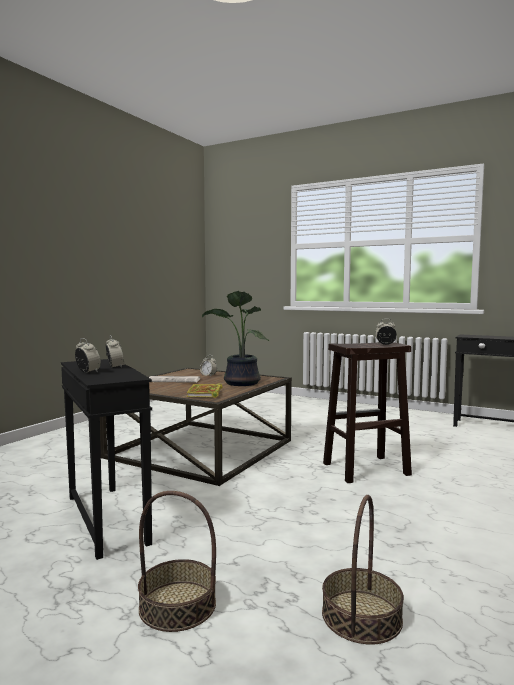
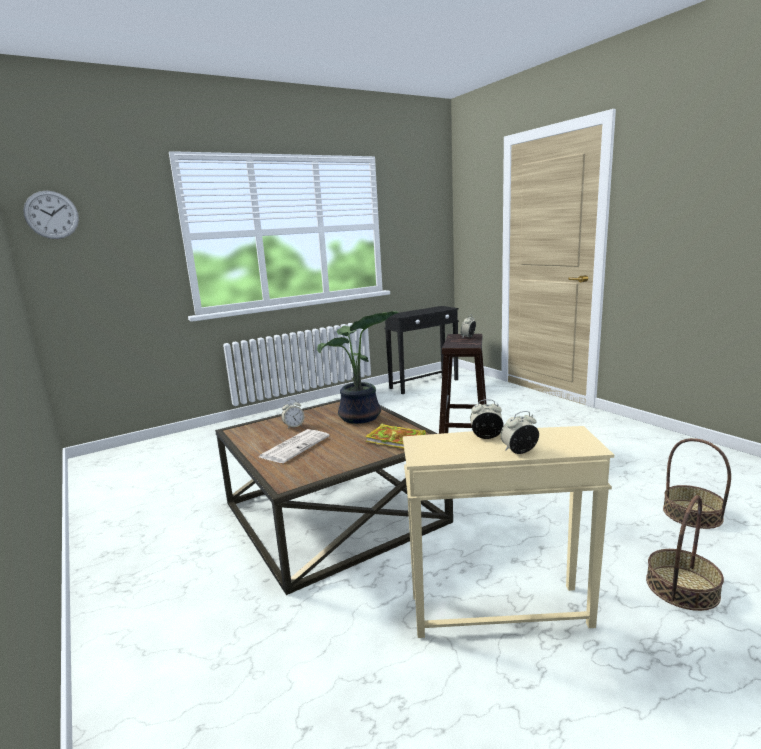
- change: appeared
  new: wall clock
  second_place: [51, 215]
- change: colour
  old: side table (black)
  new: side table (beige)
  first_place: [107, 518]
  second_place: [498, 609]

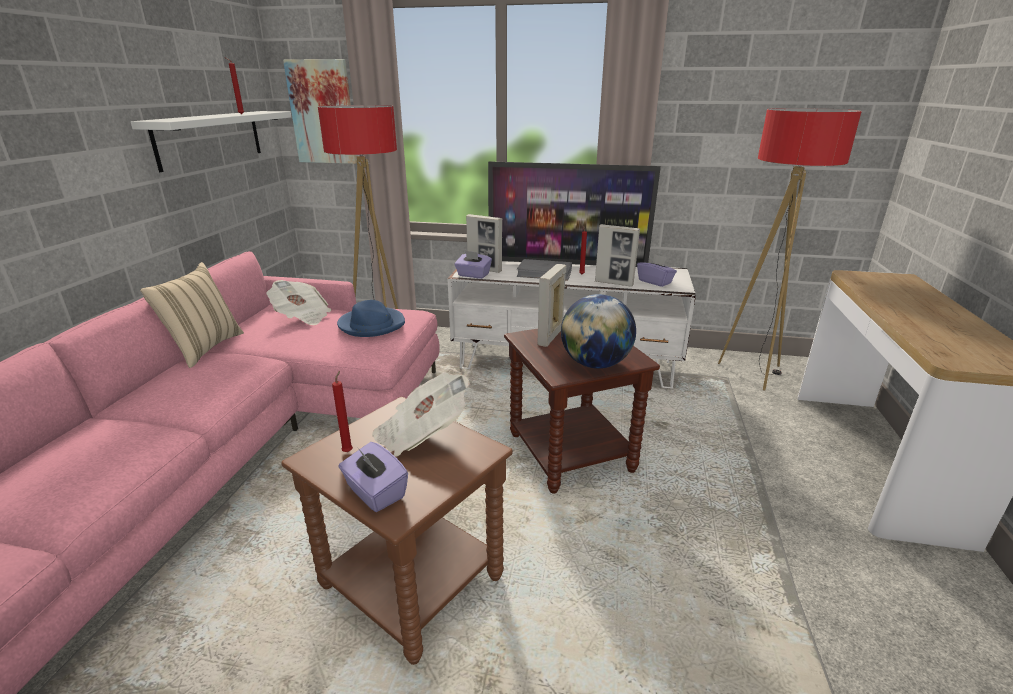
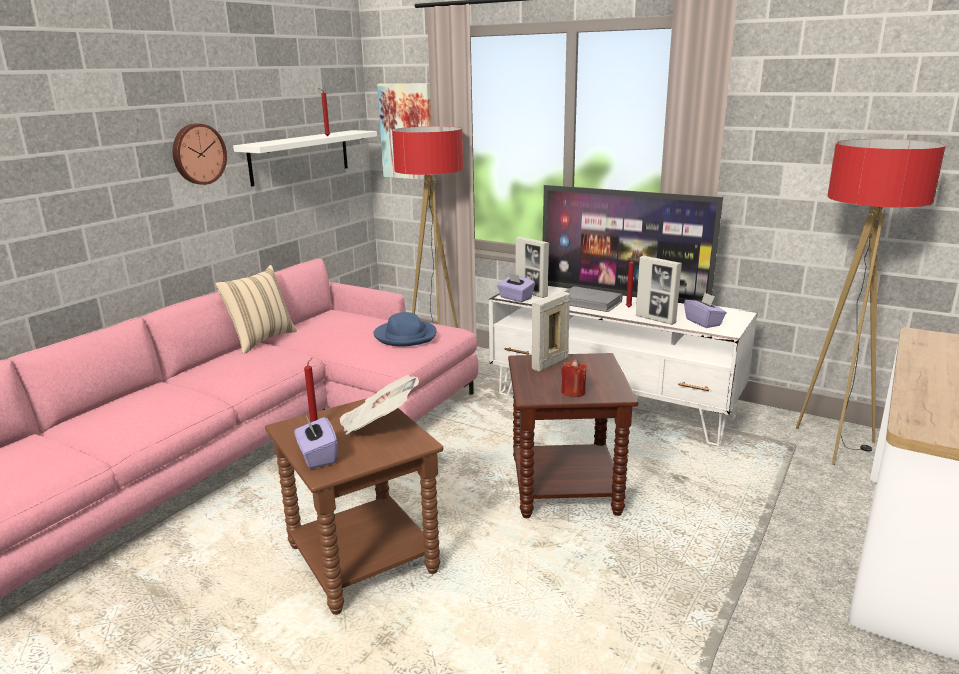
- change: missing
  old: newspaper
  first_place: [302, 316]
- change: appeared
  new: wall clock
  second_place: [198, 154]
- change: exchanged
  old: globe
  new: candle (red)
  first_place: [595, 364]
  second_place: [573, 392]

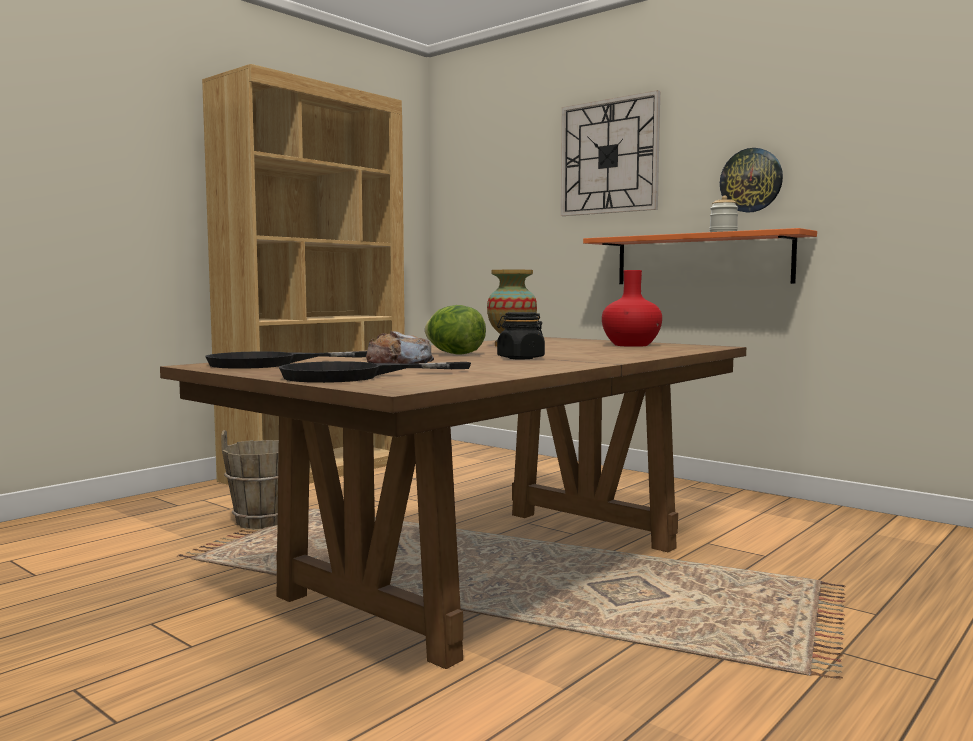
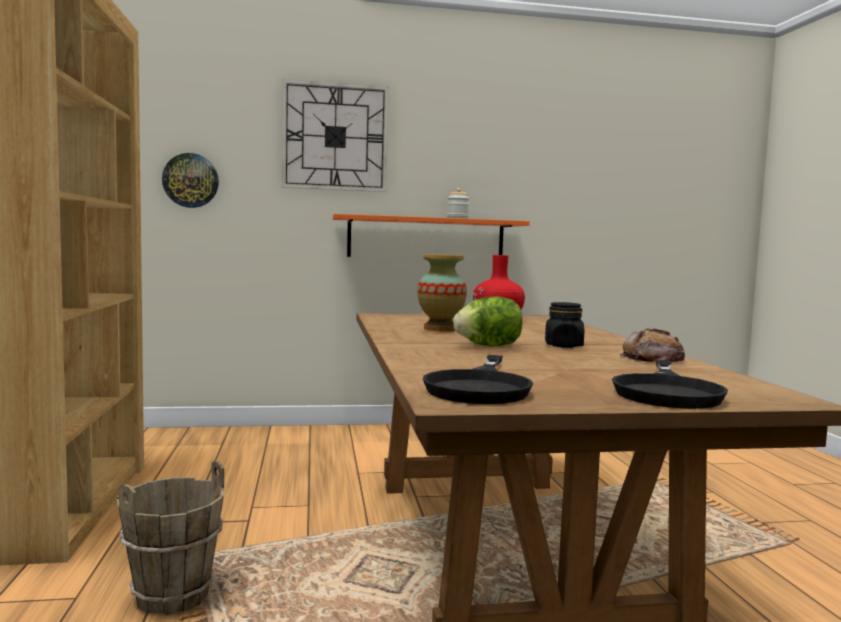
- change: relocated
  old: bread
  first_place: [399, 362]
  second_place: [653, 358]
- change: relocated
  old: wall clock
  first_place: [751, 180]
  second_place: [190, 180]

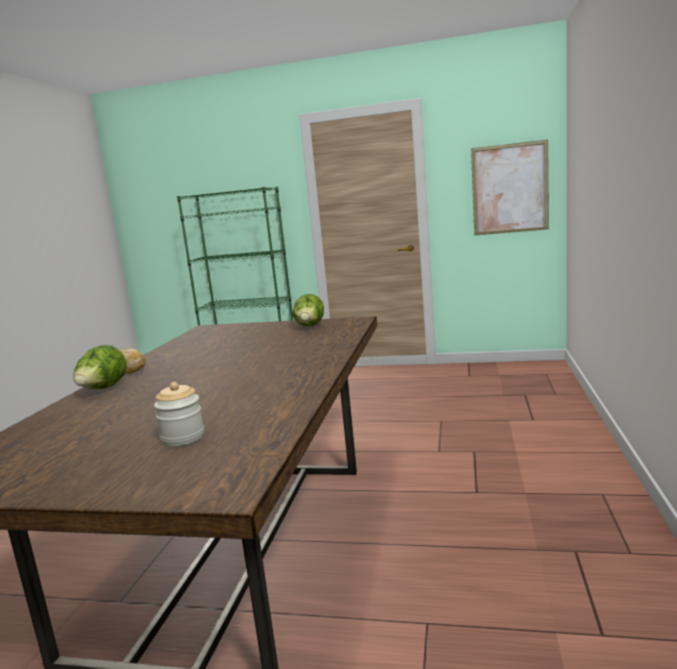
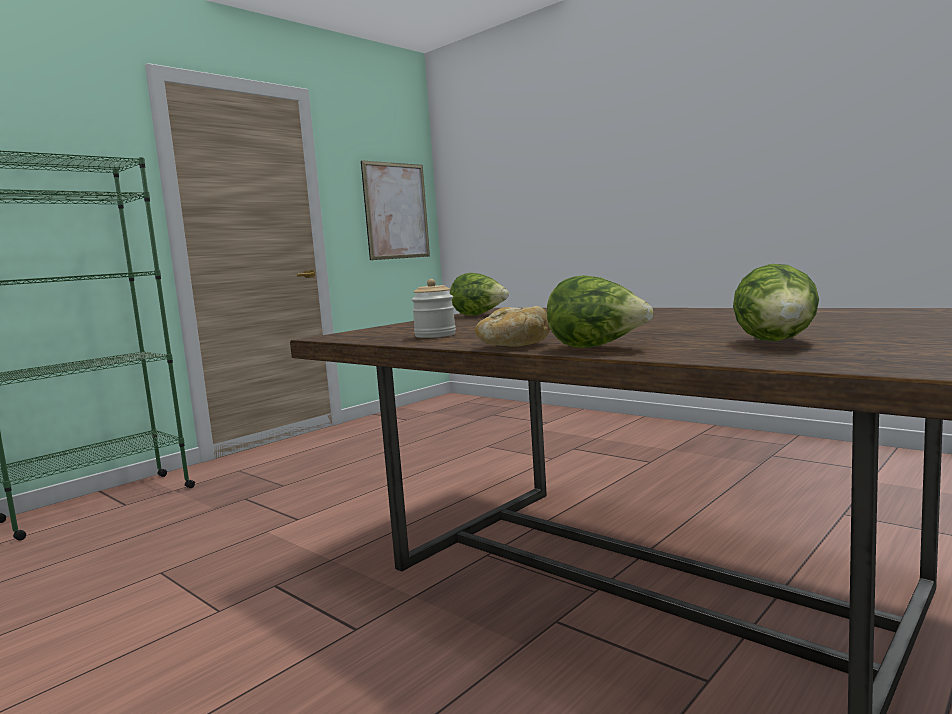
- change: appeared
  new: lettuce
  second_place: [777, 342]
- change: relocated
  old: jar
  first_place: [183, 437]
  second_place: [435, 335]

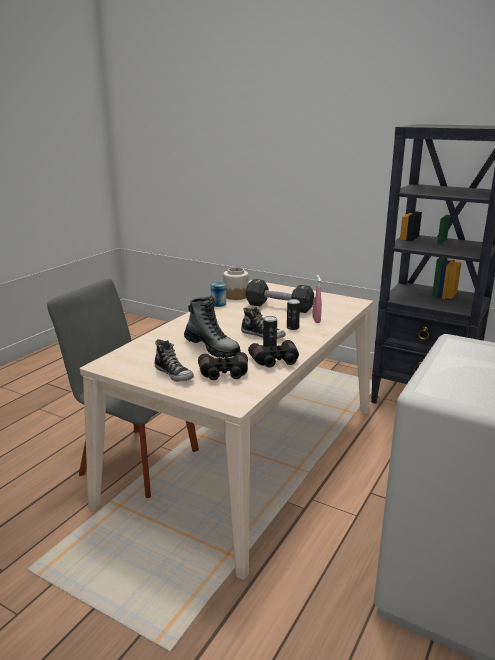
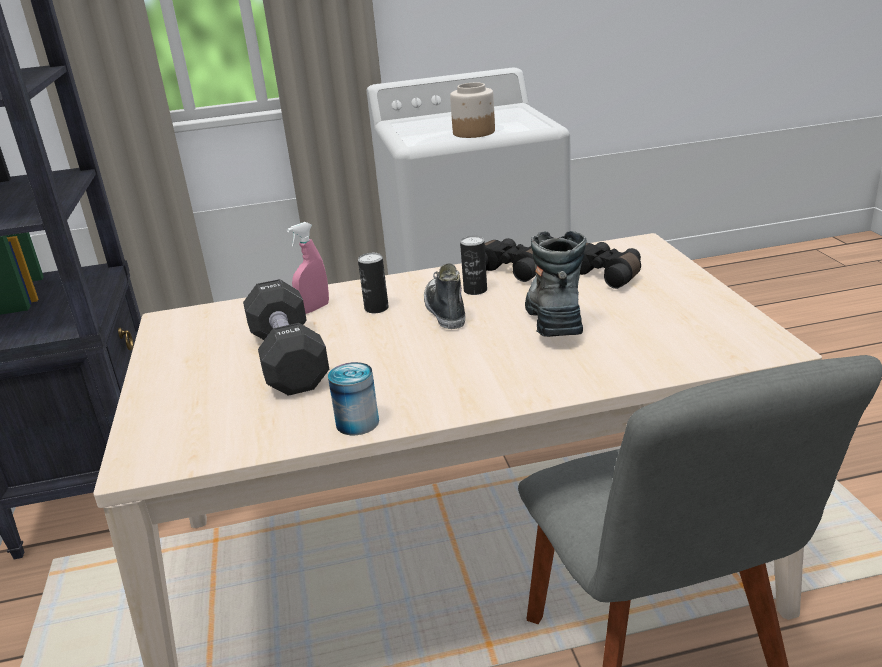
- change: missing
  old: shoe
  first_place: [174, 374]
- change: relocated
  old: jar
  first_place: [236, 295]
  second_place: [473, 132]

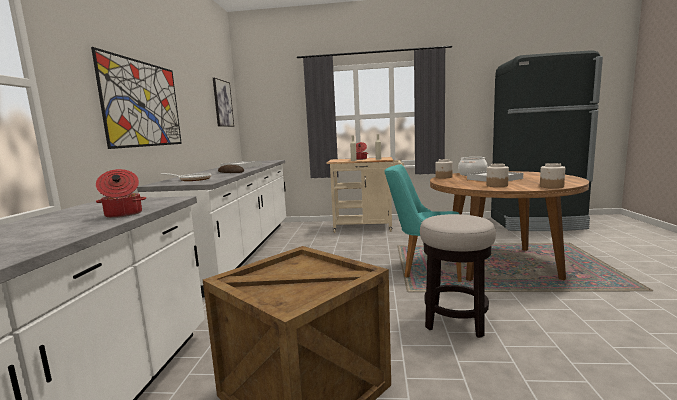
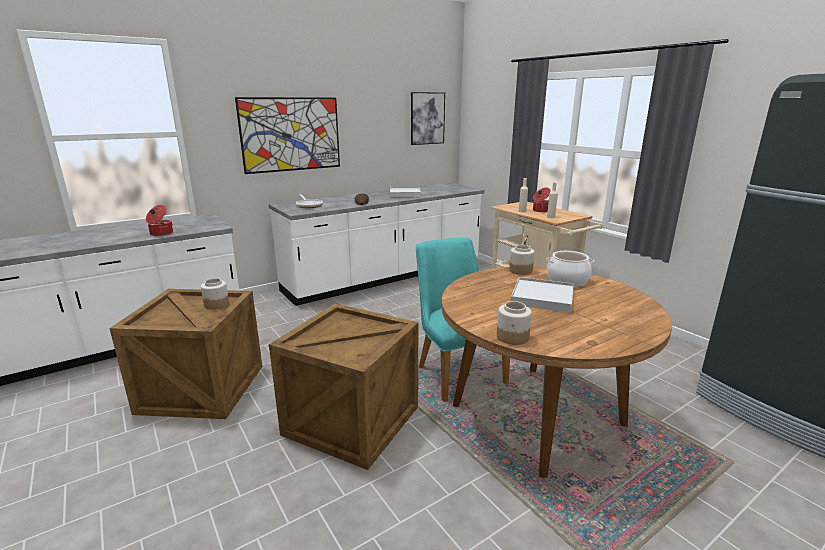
- change: relocated
  old: jar
  first_place: [496, 185]
  second_place: [217, 304]
- change: exchanged
  old: stool
  new: crate
  first_place: [455, 320]
  second_place: [349, 421]

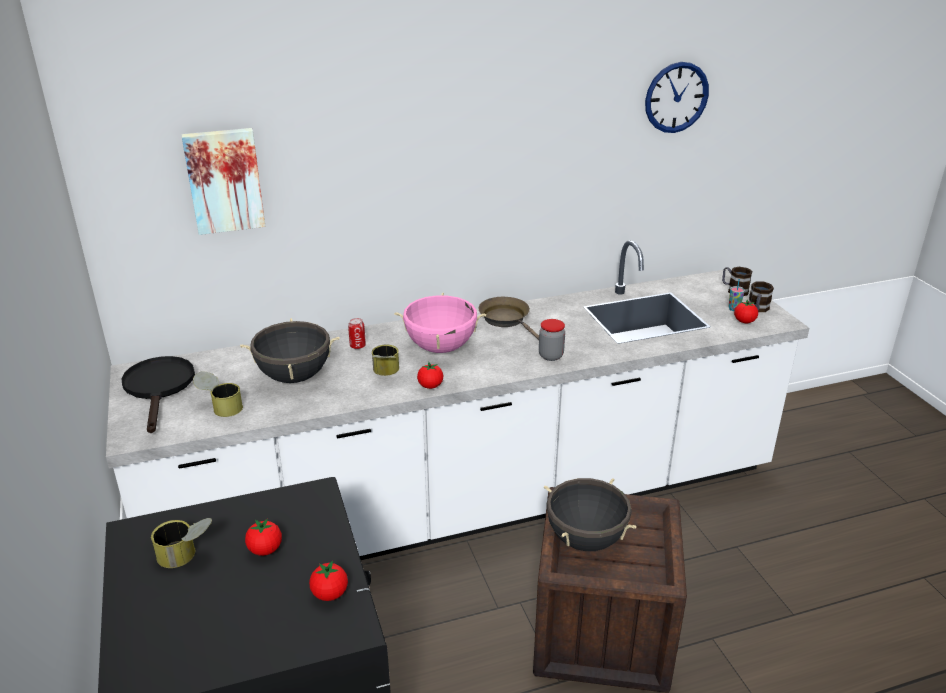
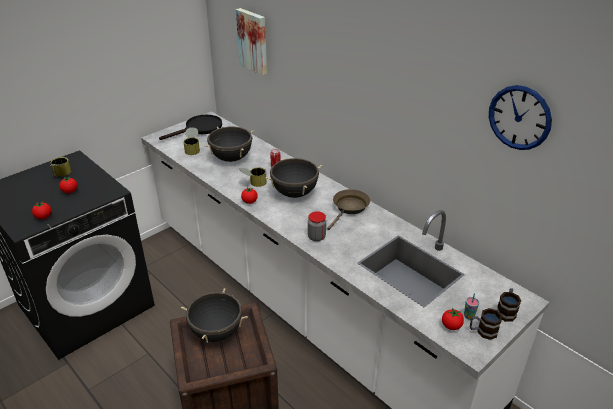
- change: colour
  old: cooking pot (pink)
  new: cooking pot (black)
  first_place: [440, 347]
  second_place: [294, 193]

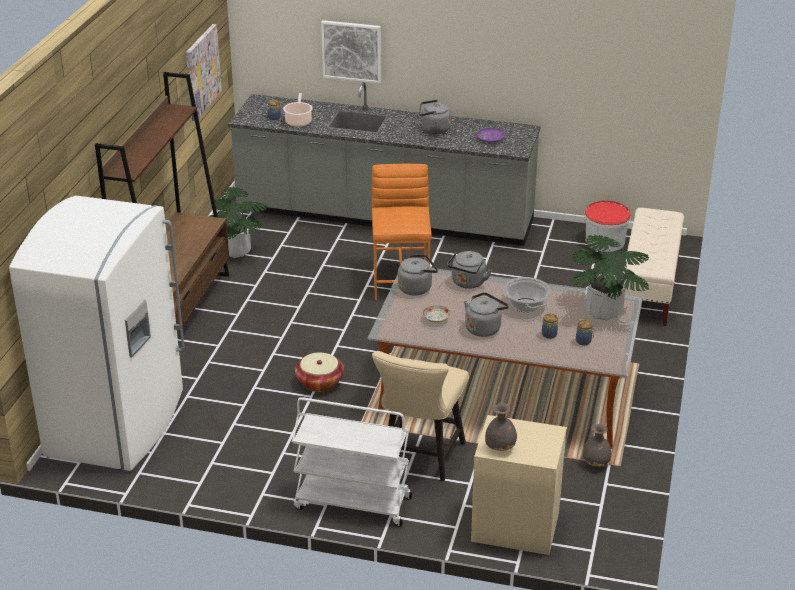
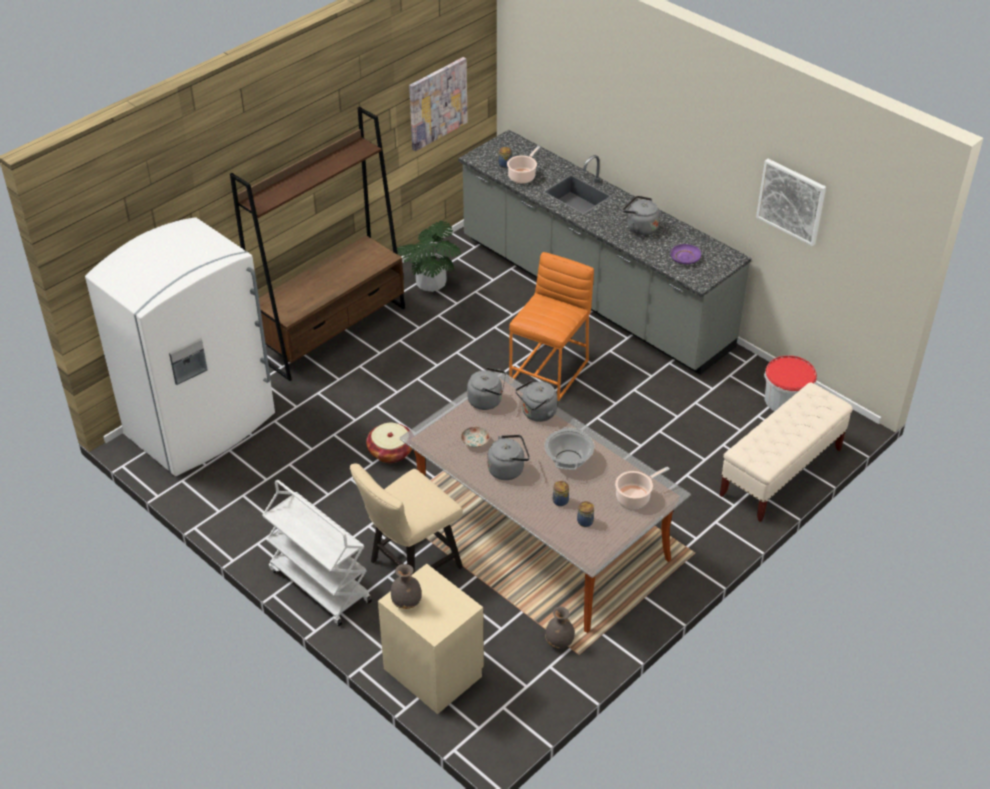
- change: relocated
  old: picture
  first_place: [351, 51]
  second_place: [791, 201]
- change: exchanged
  old: potted plant
  new: cooking pot
  first_place: [604, 312]
  second_place: [635, 497]

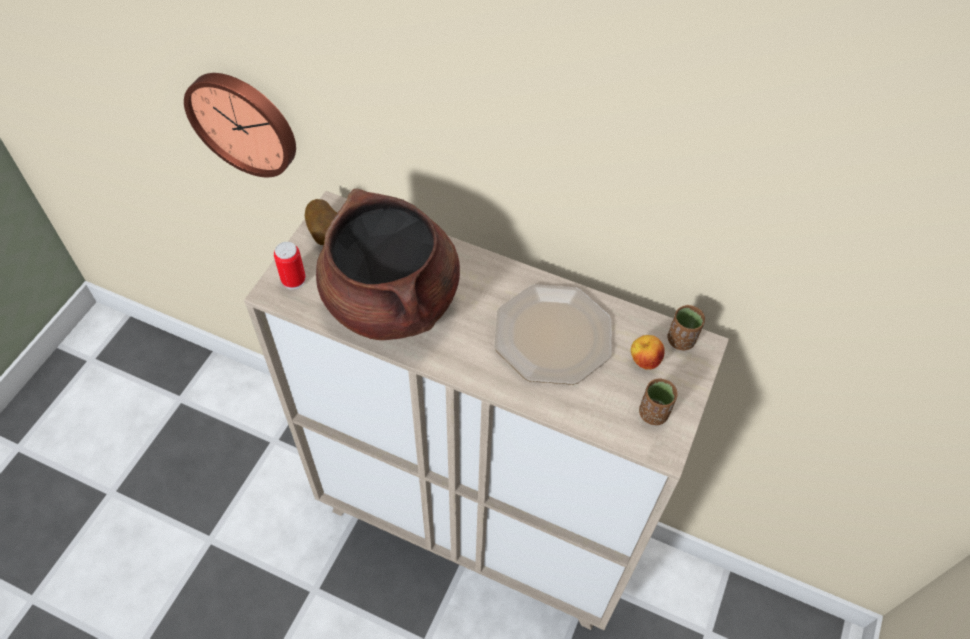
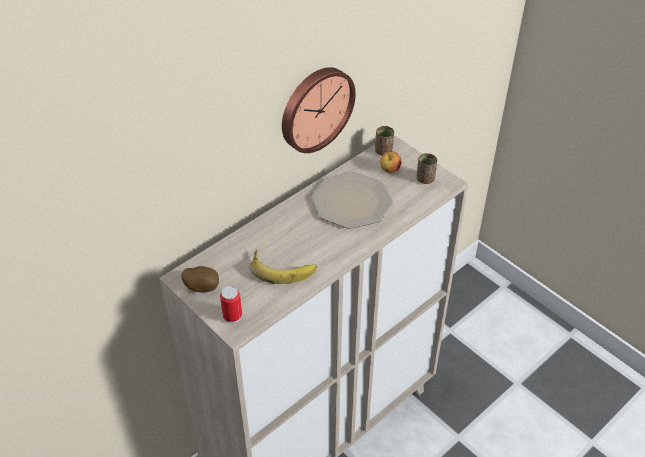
- change: relocated
  old: wall clock
  first_place: [244, 122]
  second_place: [315, 108]
- change: exchanged
  old: cooking pot (brown)
  new: banana
  first_place: [392, 301]
  second_place: [282, 268]

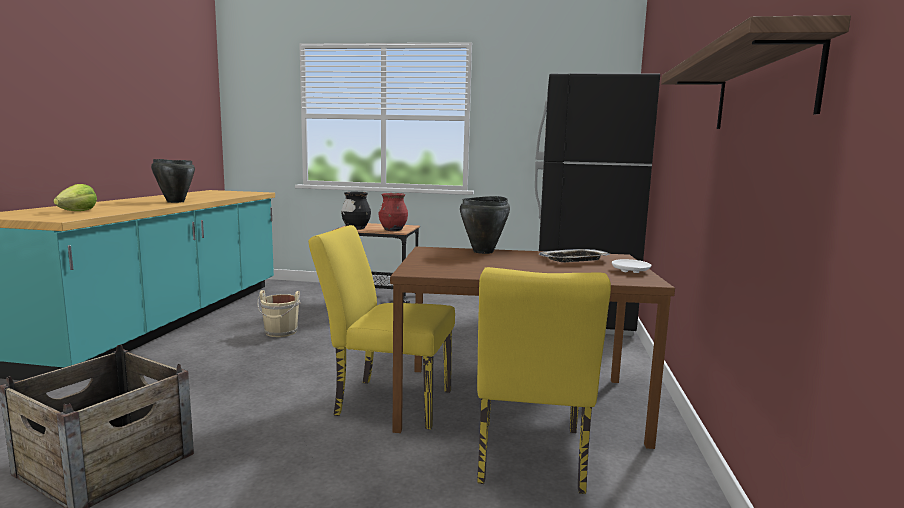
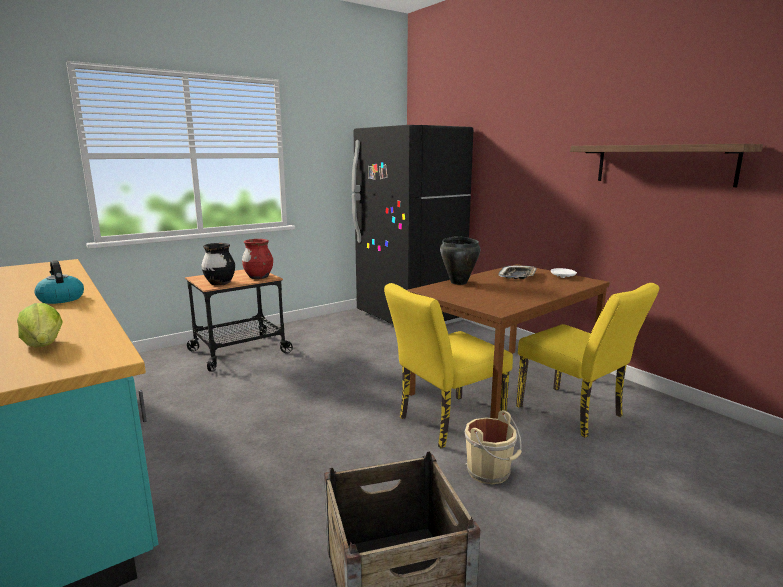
- change: relocated
  old: bucket (beige)
  first_place: [280, 332]
  second_place: [490, 472]
- change: exchanged
  old: cooking pot (black)
  new: kettle
  first_place: [175, 202]
  second_place: [61, 299]

